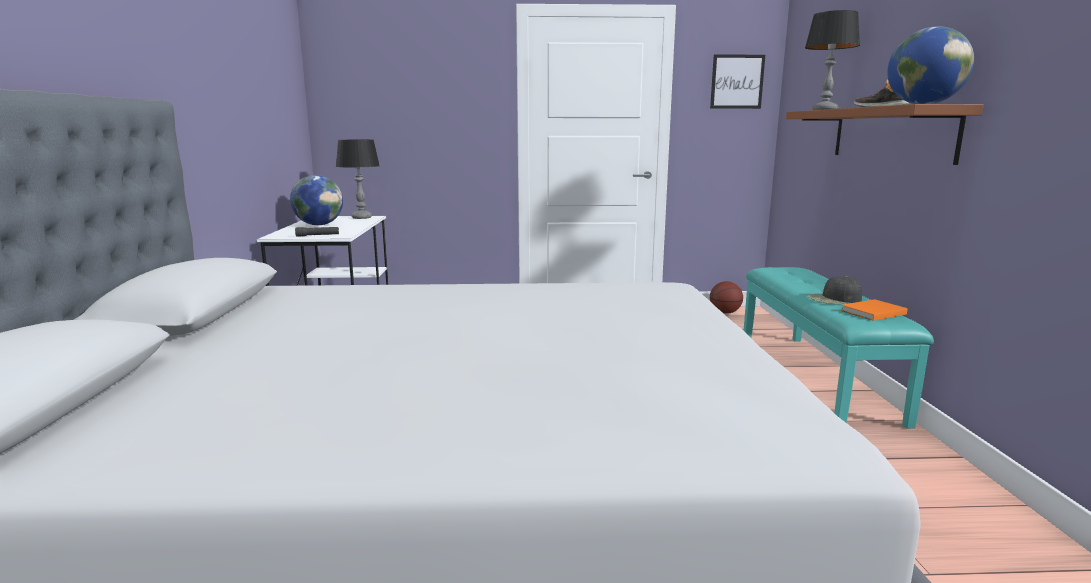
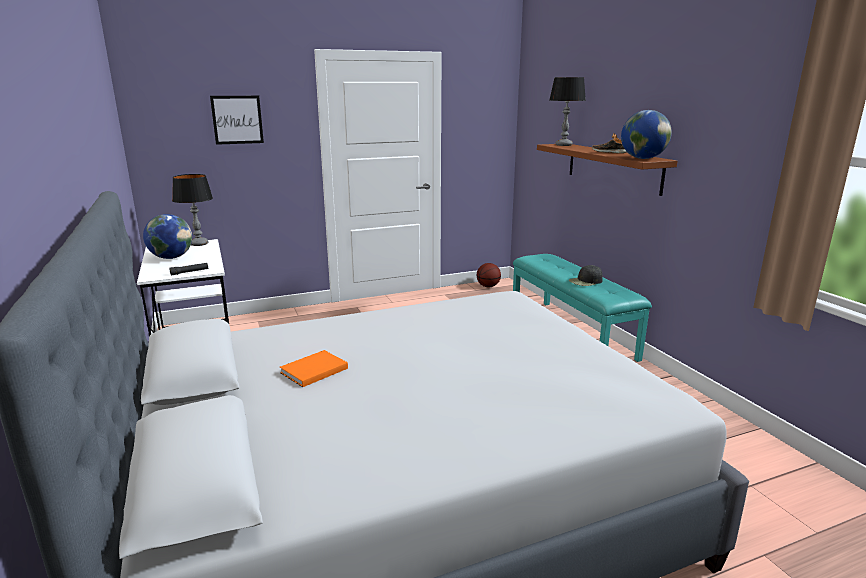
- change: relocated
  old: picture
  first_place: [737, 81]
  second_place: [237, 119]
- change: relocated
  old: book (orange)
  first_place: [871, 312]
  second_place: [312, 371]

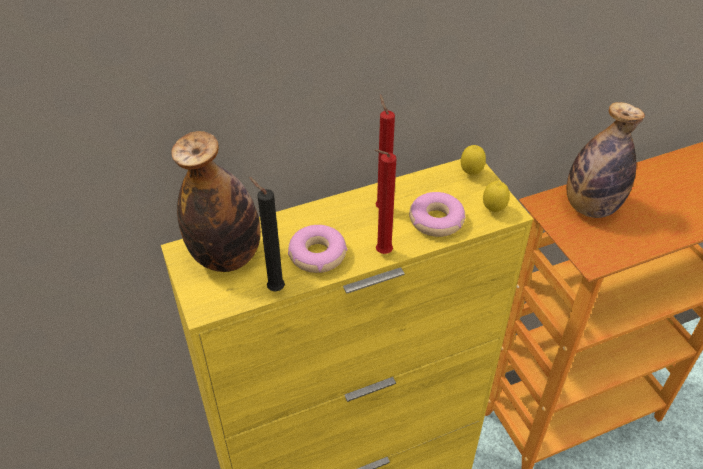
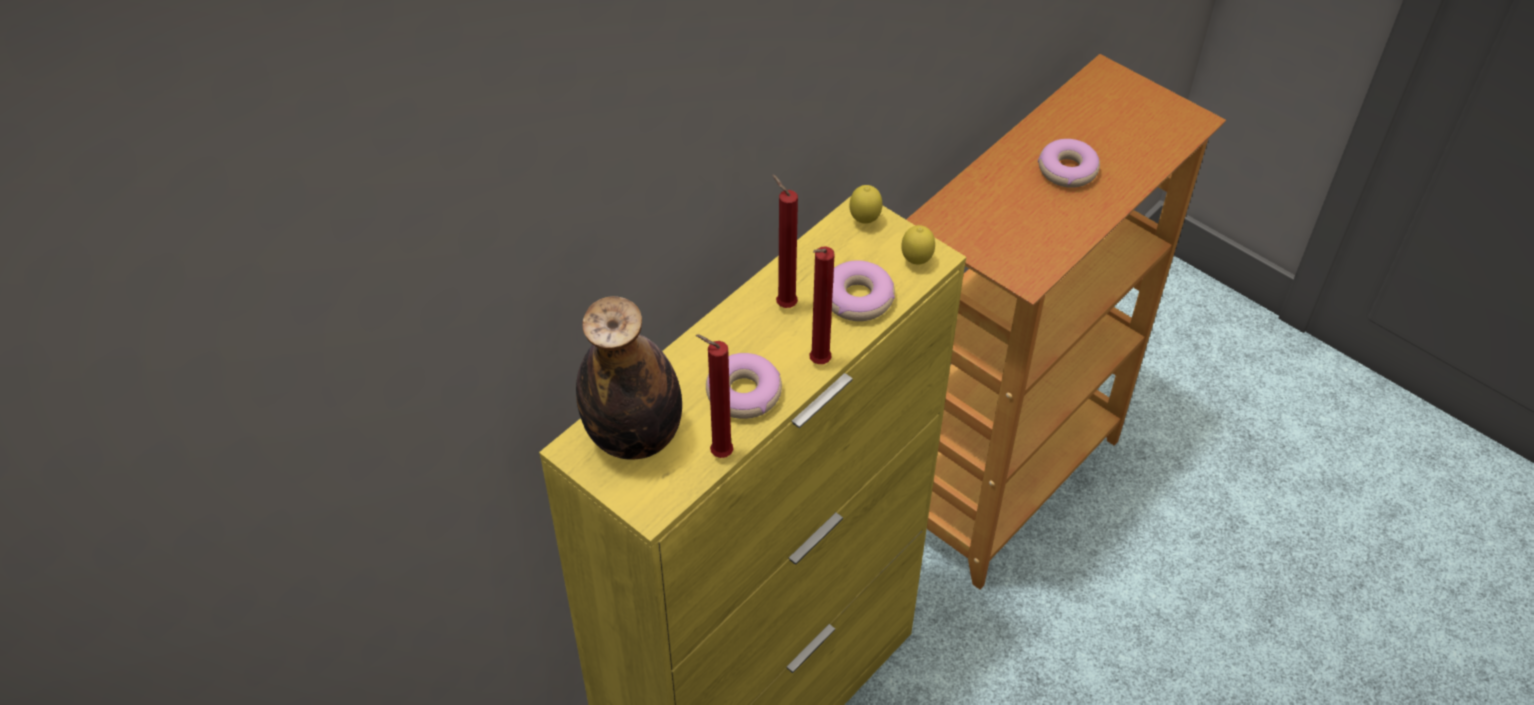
- change: missing
  old: bottle
  first_place: [590, 207]
- change: appeared
  new: donut
  second_place: [1067, 170]
- change: colour
  old: candle (black)
  new: candle (red)
  first_place: [273, 288]
  second_place: [718, 454]

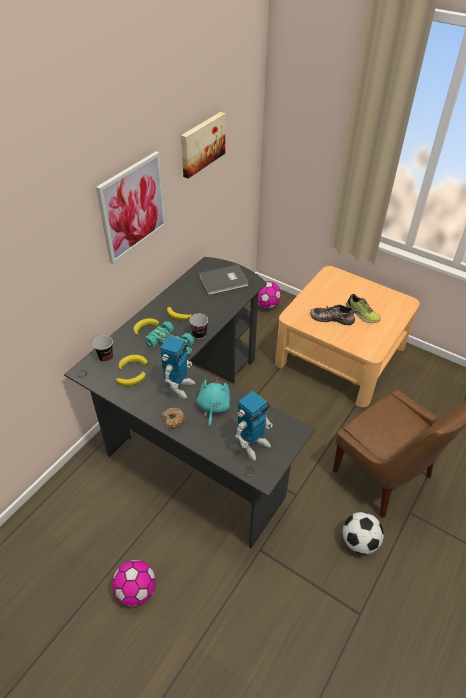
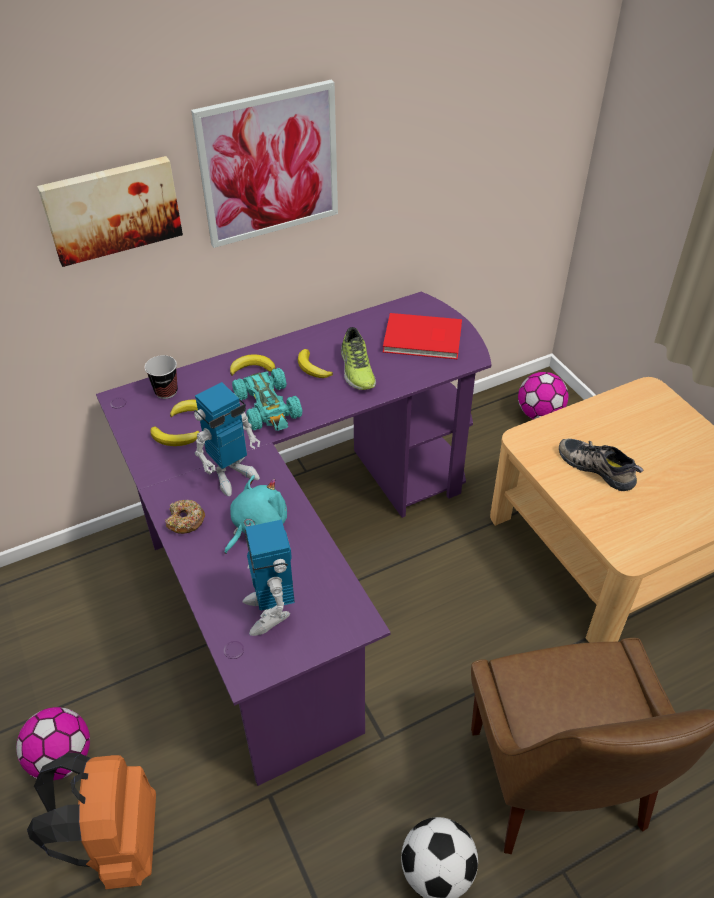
- change: missing
  old: cup
  first_place: [199, 334]
- change: appeared
  new: backpack (orange)
  second_place: [117, 843]
- change: relocated
  old: picture
  first_place: [201, 144]
  second_place: [112, 209]
- change: relocated
  old: shoe
  first_place: [361, 314]
  second_place: [356, 369]
- change: colour
  old: desk (black)
  new: desk (purple)
  first_place: [195, 427]
  second_place: [300, 560]
- change: colour
  old: book (grey)
  new: book (red)
  first_place: [224, 281]
  second_place: [423, 340]
- change: spun
  old: toy robot
  first_place: [253, 445]
  second_place: [270, 612]
  degrees: 90

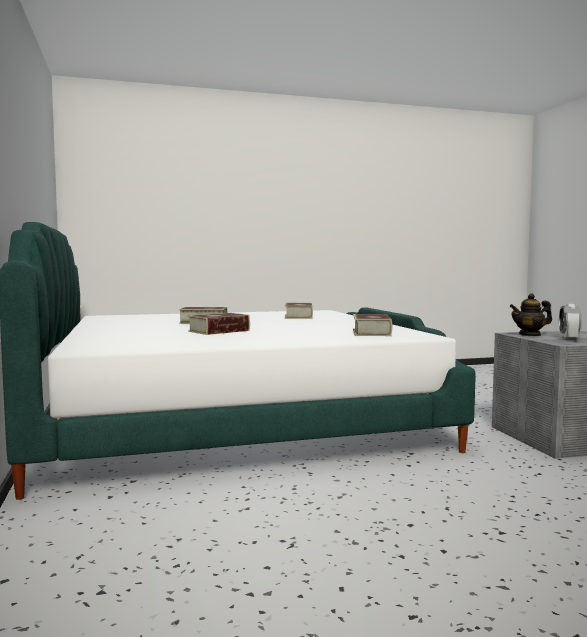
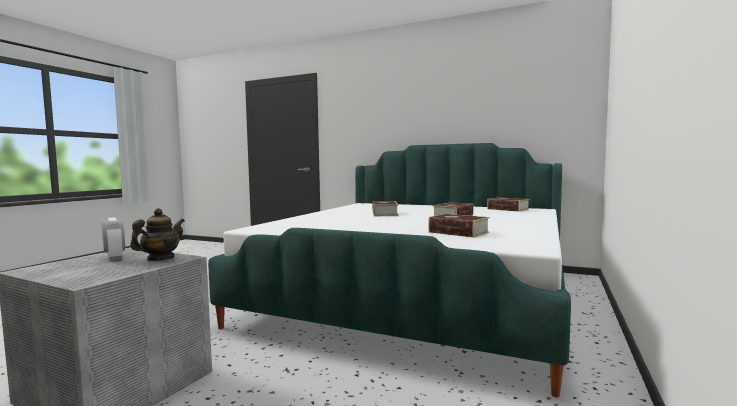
- change: relocated
  old: book
  first_place: [371, 332]
  second_place: [508, 209]

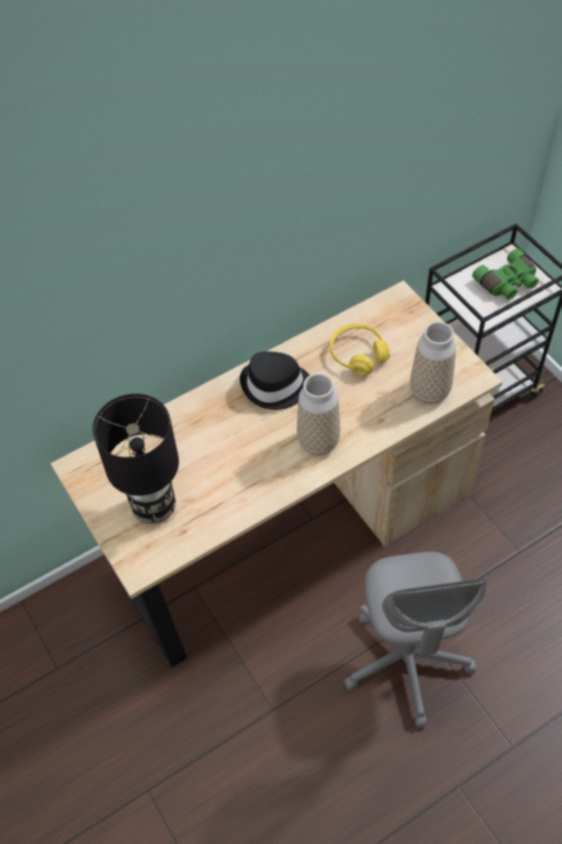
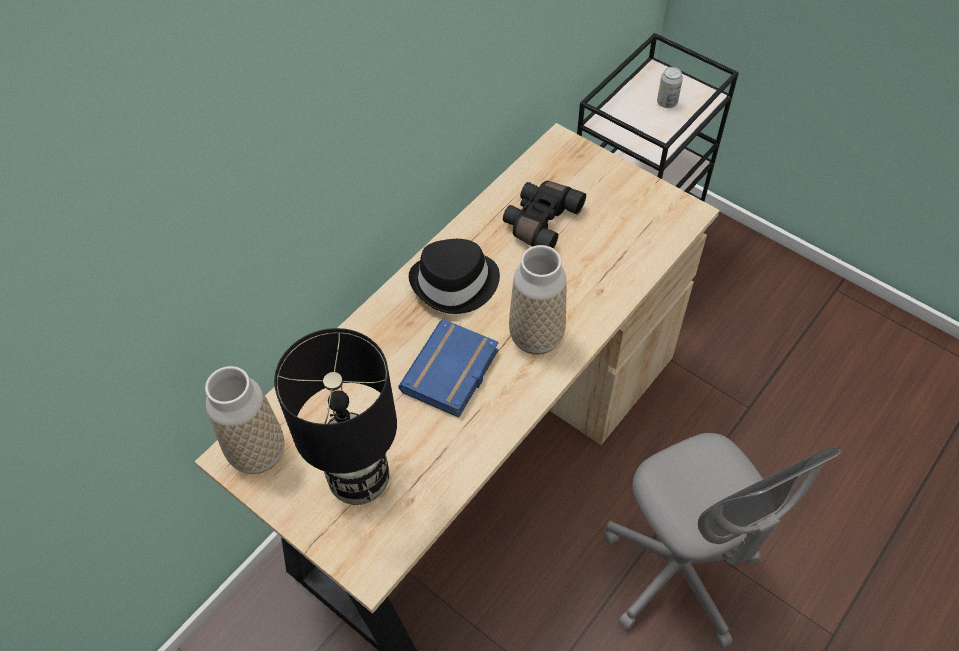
- change: appeared
  new: book (blue)
  second_place: [452, 374]
- change: relocated
  old: vase
  first_place: [429, 391]
  second_place: [258, 453]
- change: exchanged
  old: headphones (yellow)
  new: binoculars (black)
  first_place: [358, 355]
  second_place: [540, 221]
- change: exchanged
  old: binoculars (green)
  new: can
  first_place: [507, 283]
  second_place: [667, 102]

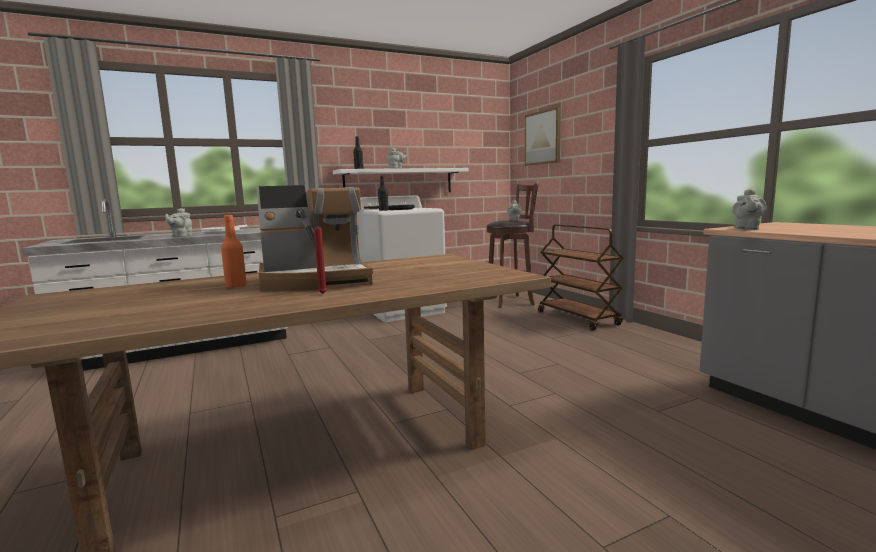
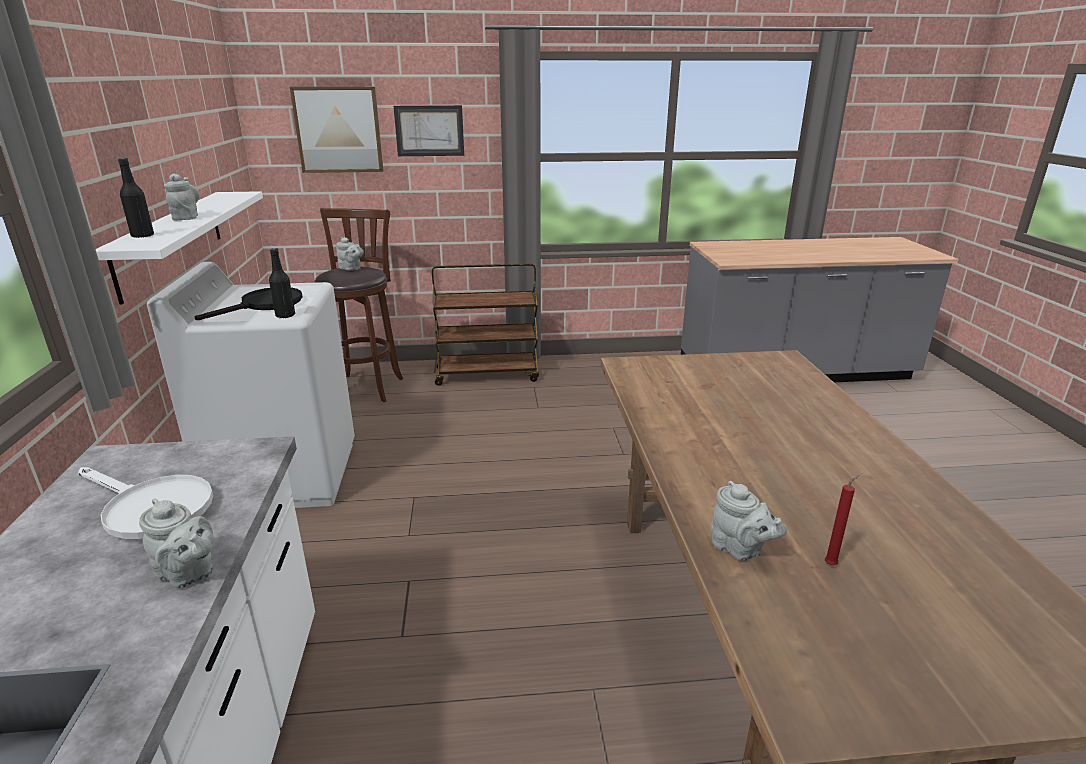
- change: missing
  old: bottle (orange)
  first_place: [236, 286]
- change: missing
  old: coffee machine
  first_place: [316, 281]
- change: appeared
  new: picture
  second_place: [429, 131]
- change: relocated
  old: candle (red)
  first_place: [323, 294]
  second_place: [832, 564]
- change: relocated
  old: teapot (grey)
  first_place: [746, 229]
  second_place: [740, 549]

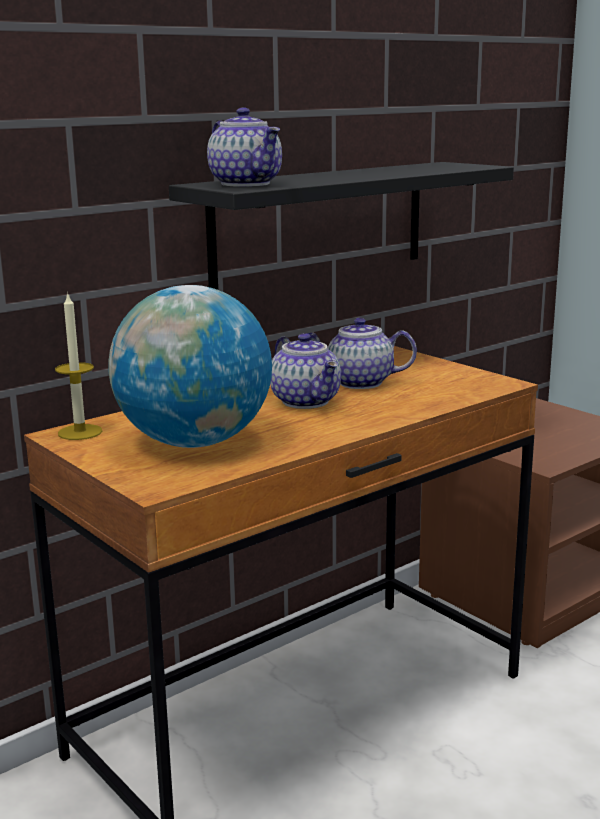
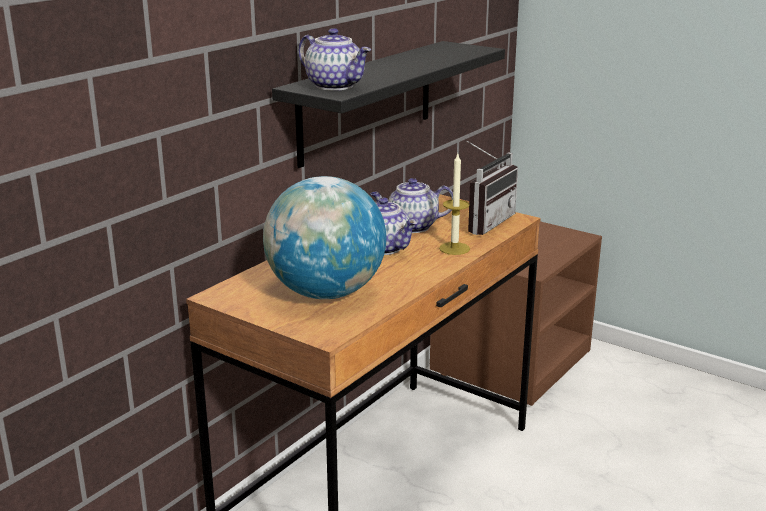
- change: appeared
  new: radio
  second_place: [484, 222]
- change: relocated
  old: candle
  first_place: [80, 432]
  second_place: [454, 248]

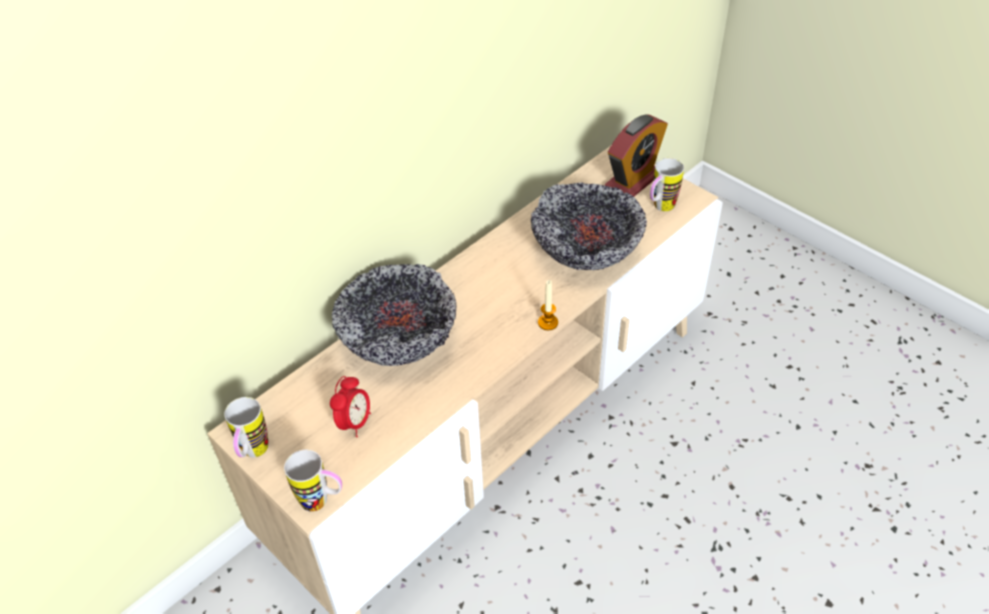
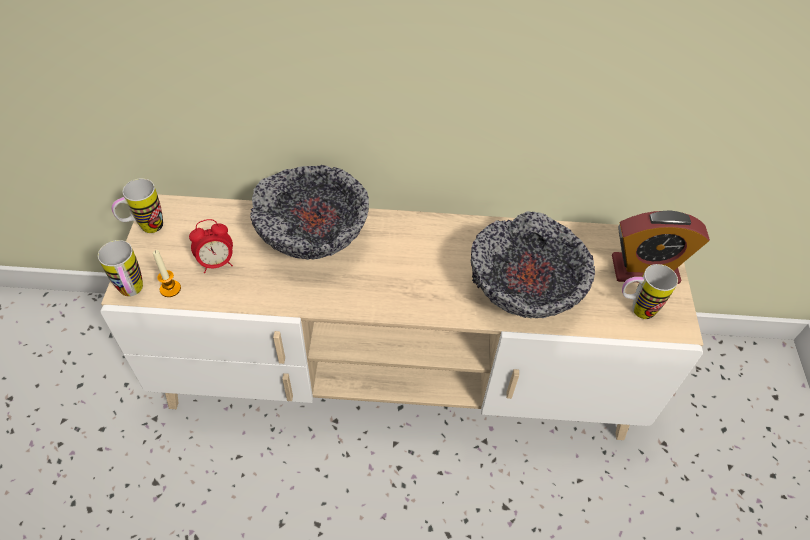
- change: relocated
  old: candle
  first_place: [548, 323]
  second_place: [170, 289]

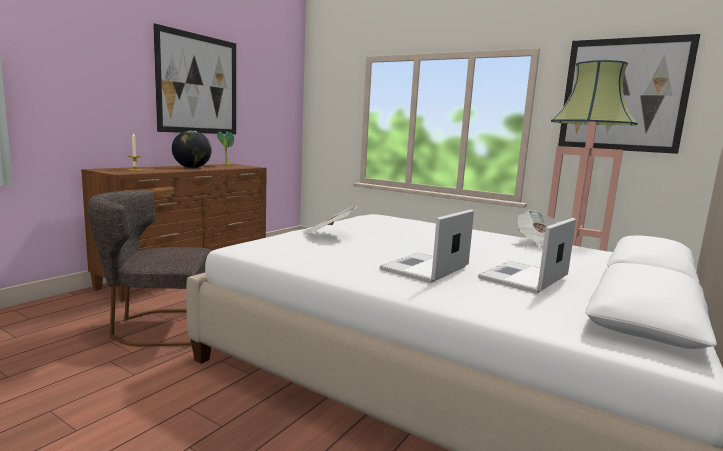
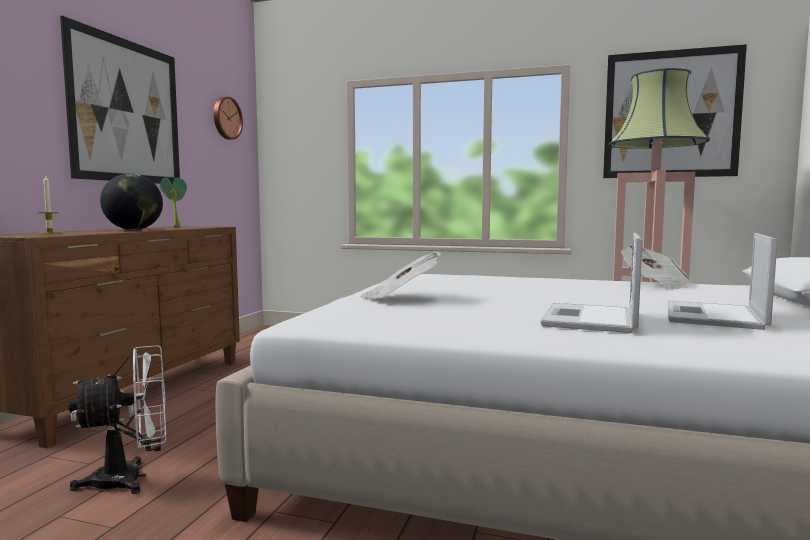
- change: appeared
  new: wall clock
  second_place: [226, 118]
- change: exchanged
  old: chair (grey)
  new: fan (white)
  first_place: [156, 327]
  second_place: [131, 478]

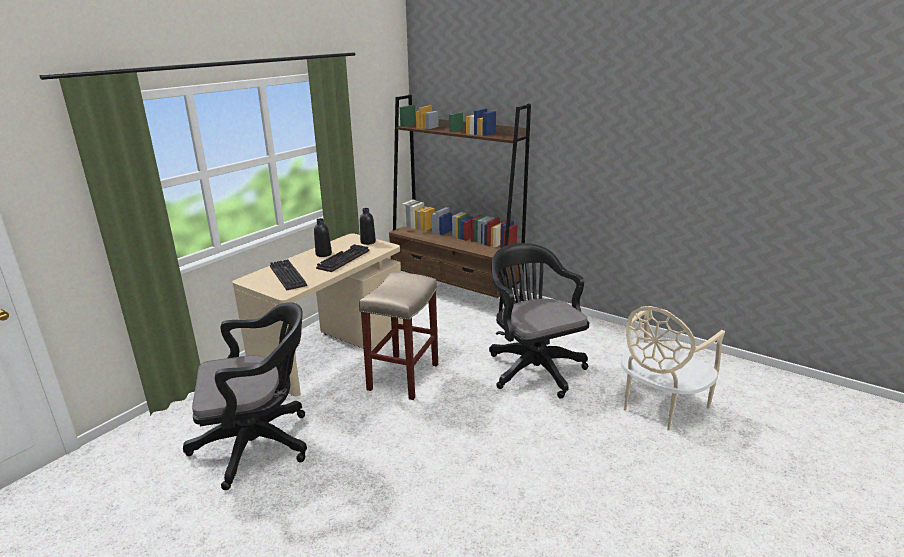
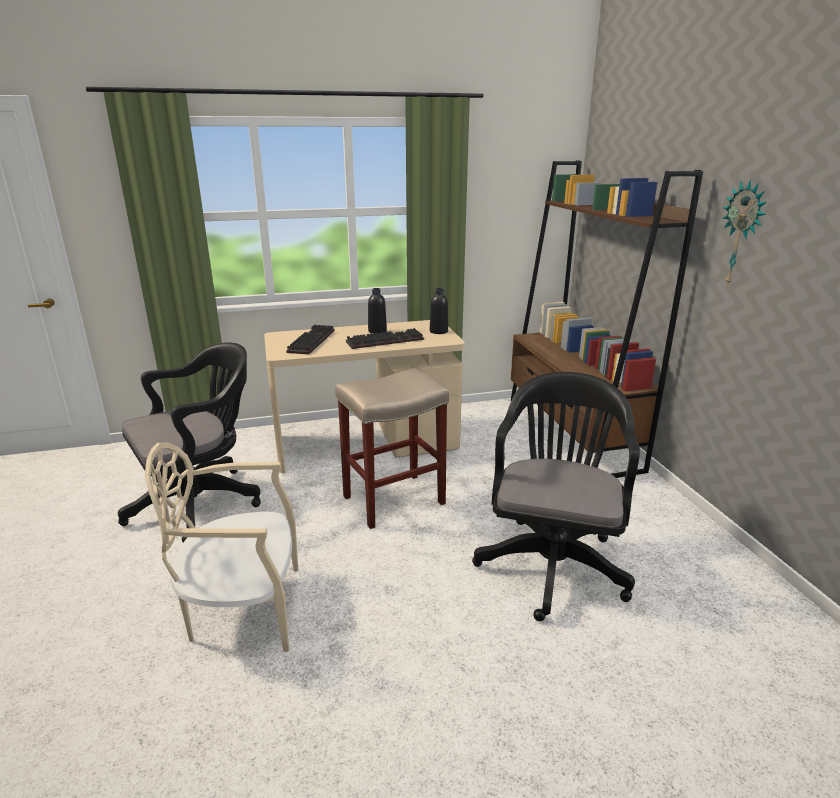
- change: appeared
  new: wall clock
  second_place: [742, 234]
- change: relocated
  old: chair (beige)
  first_place: [659, 406]
  second_place: [244, 610]
- change: spun
  old: office chair (black)
  first_place: [260, 444]
  second_place: [201, 501]
  degrees: -60

